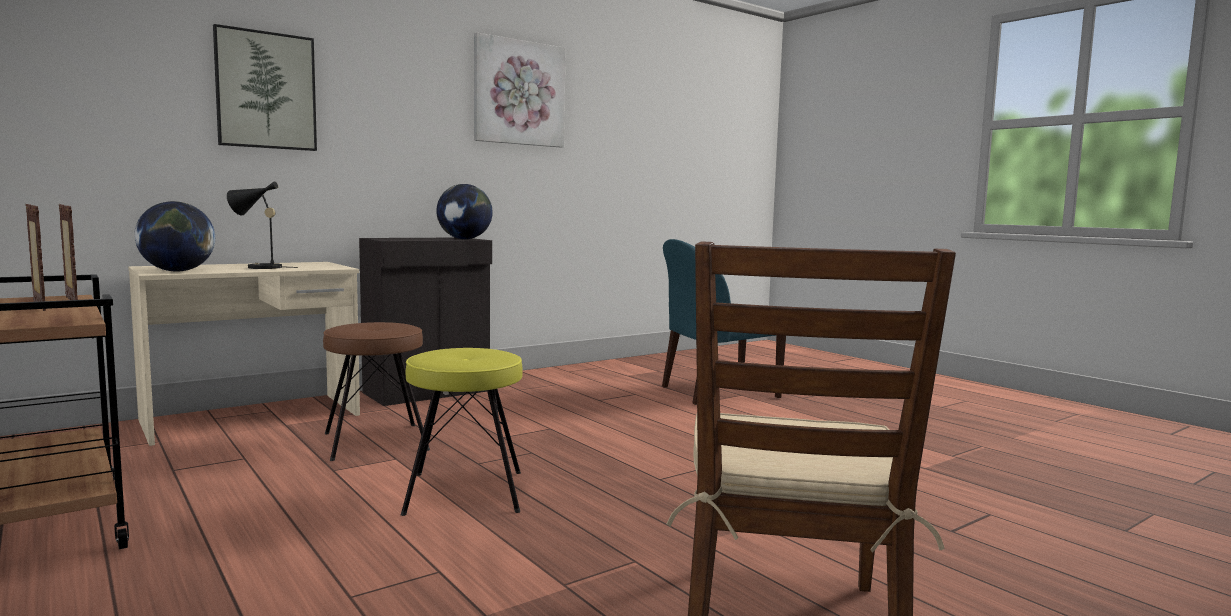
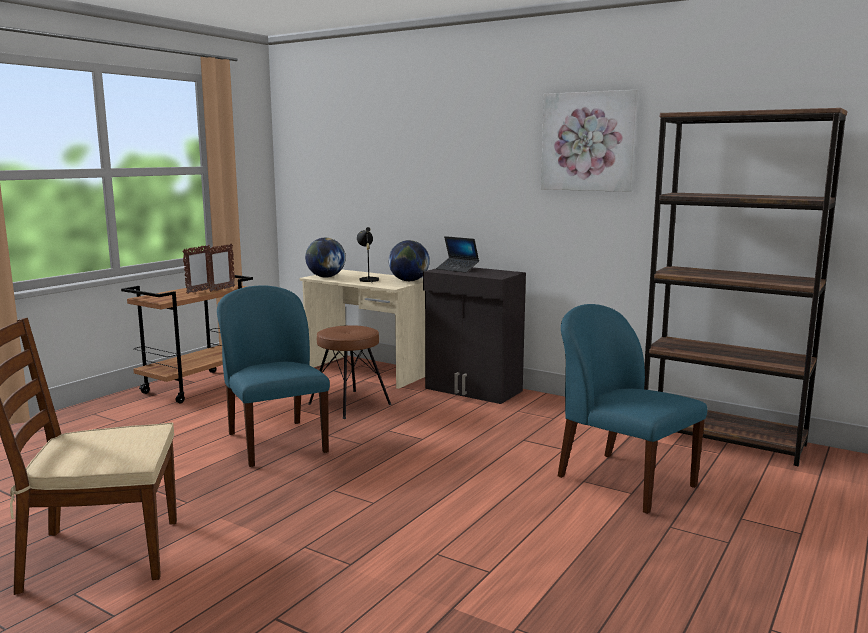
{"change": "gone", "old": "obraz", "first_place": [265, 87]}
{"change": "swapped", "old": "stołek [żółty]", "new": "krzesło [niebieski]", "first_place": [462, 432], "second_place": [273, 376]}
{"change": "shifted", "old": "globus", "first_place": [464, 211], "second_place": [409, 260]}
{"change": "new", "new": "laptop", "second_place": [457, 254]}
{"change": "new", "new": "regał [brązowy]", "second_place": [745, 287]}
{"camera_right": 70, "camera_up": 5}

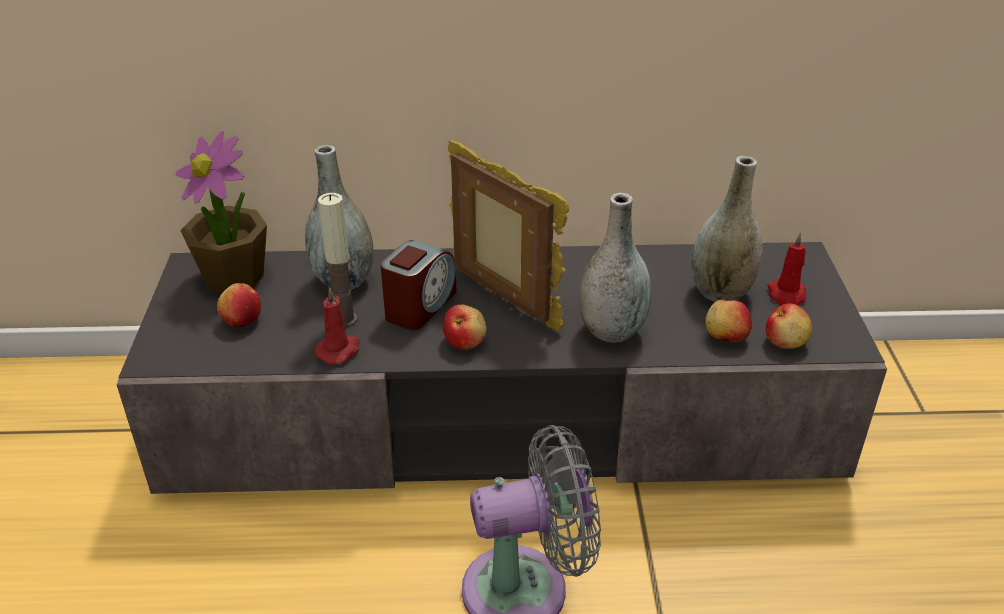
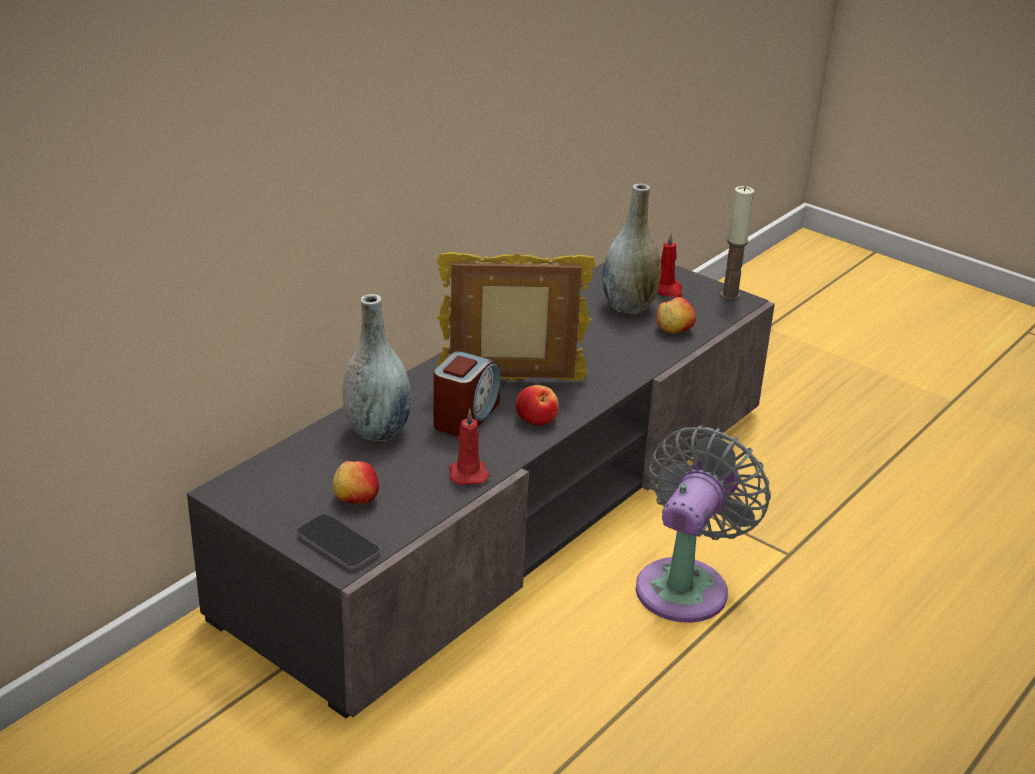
{"change": "gone", "old": "roślina doniczkowa", "first_place": [221, 212]}
{"change": "shifted", "old": "świeca", "first_place": [337, 260], "second_place": [737, 243]}
{"change": "rotated", "old": "budzik", "first_place": [418, 285], "second_place": [467, 394], "degrees": 45}
{"change": "gone", "old": "wazon [szary]", "first_place": [615, 268]}
{"change": "gone", "old": "jabłko", "first_place": [789, 326]}
{"change": "new", "new": "telefon", "second_place": [338, 542]}
{"camera_right": -50, "camera_up": -5}

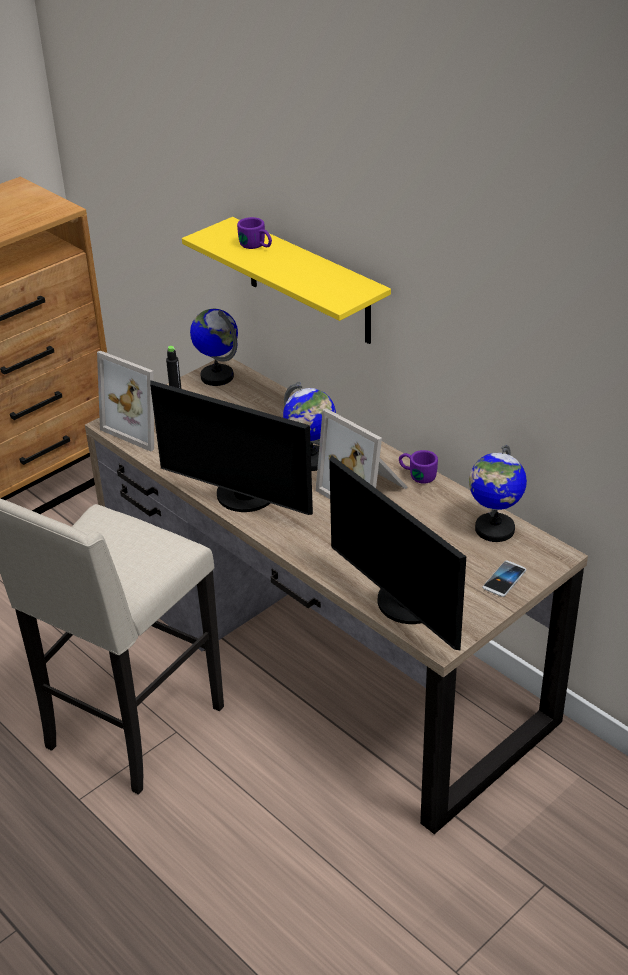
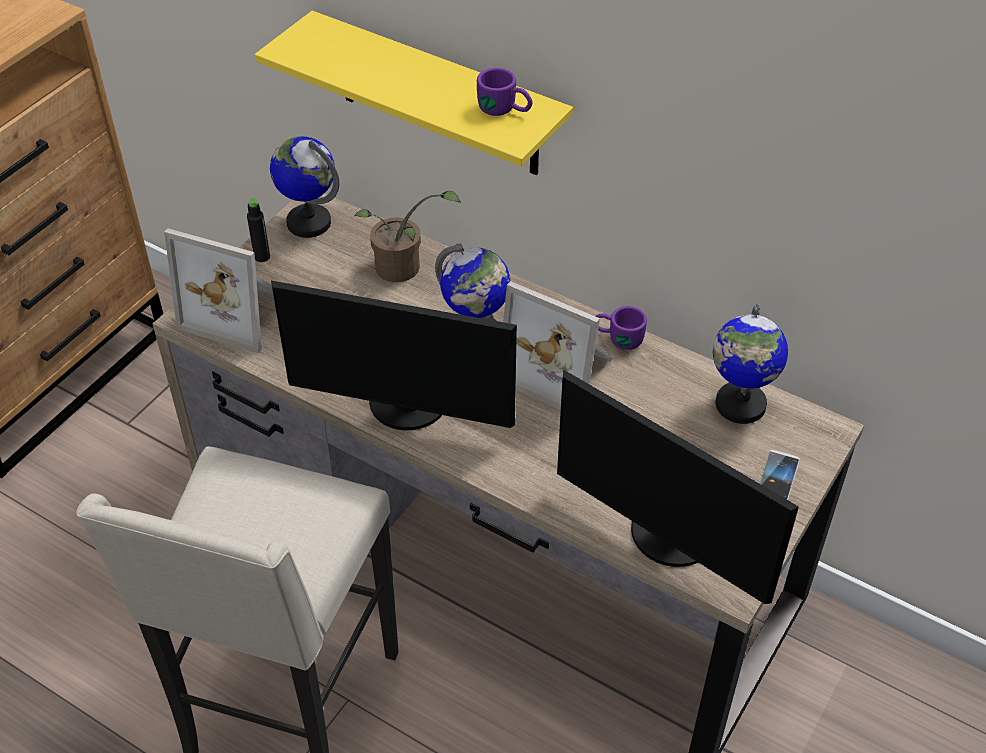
{"change": "shifted", "old": "kubek [fioletowy]", "first_place": [254, 233], "second_place": [505, 92]}
{"change": "new", "new": "roślina doniczkowa", "second_place": [407, 236]}
{"camera_right": -15, "camera_up": 10}

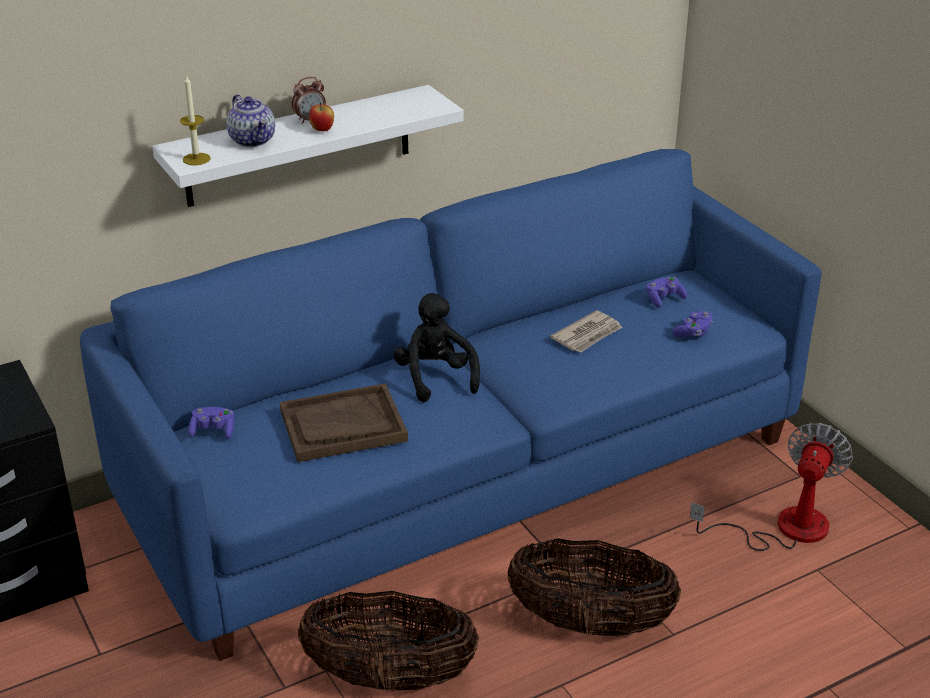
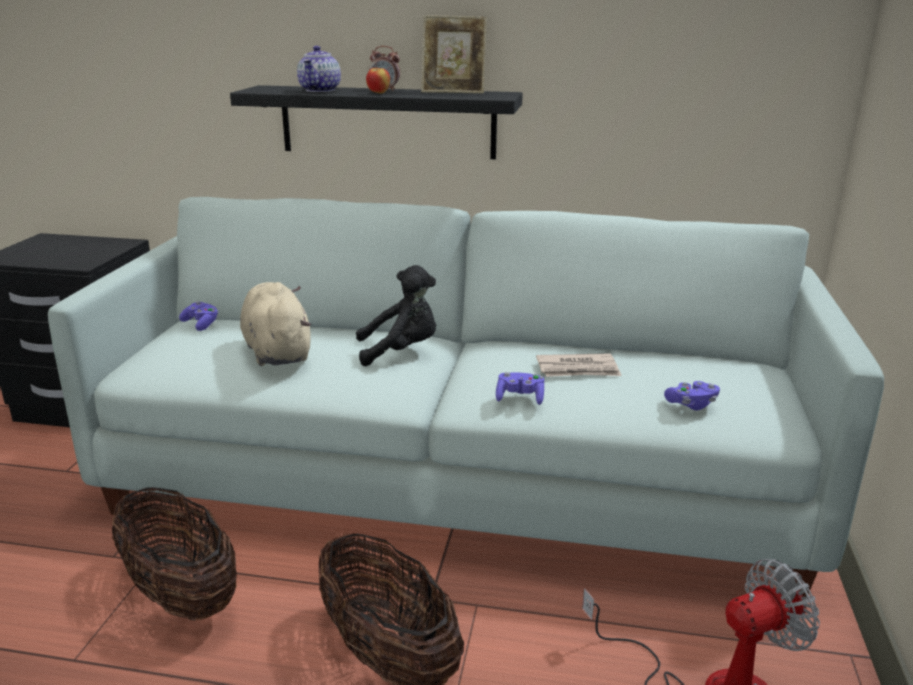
{"change": "repainted", "old": "kanapa [niebieski]", "new": "kanapa [biały]", "first_place": [451, 405], "second_place": [466, 397]}
{"change": "repainted", "old": "półka [biały]", "new": "półka [czarny]", "first_place": [307, 146], "second_place": [376, 122]}
{"change": "gone", "old": "świeca", "first_place": [195, 119]}
{"change": "swapped", "old": "taca [brązowy]", "new": "pluszak [beżowy]", "first_place": [344, 422], "second_place": [275, 324]}
{"change": "rotated", "old": "pluszak [czarny]", "first_place": [436, 347], "second_place": [396, 315], "degrees": 60}
{"change": "shifted", "old": "pad do gier [fioletowy]", "first_place": [667, 292], "second_place": [520, 388]}
{"change": "new", "new": "ramka na zdjęcie", "second_place": [454, 54]}
{"camera_right": 40, "camera_up": -10}

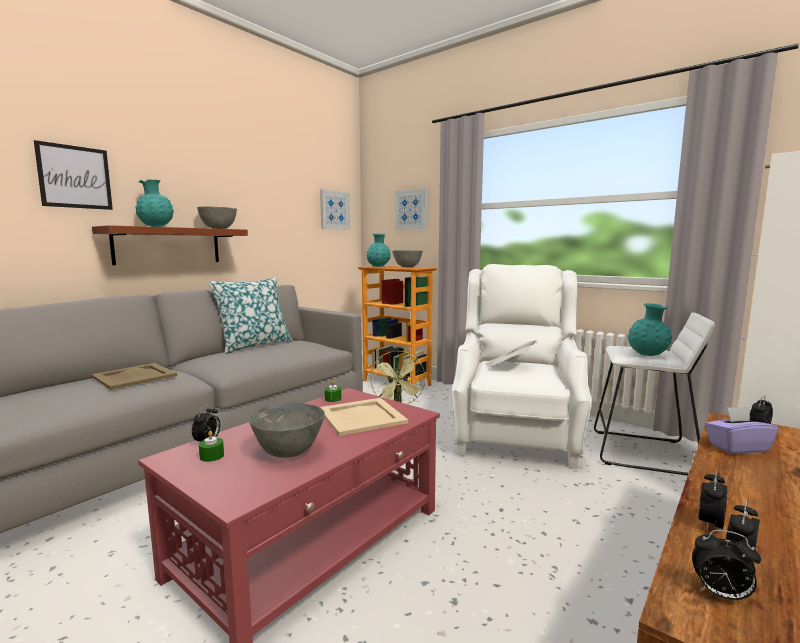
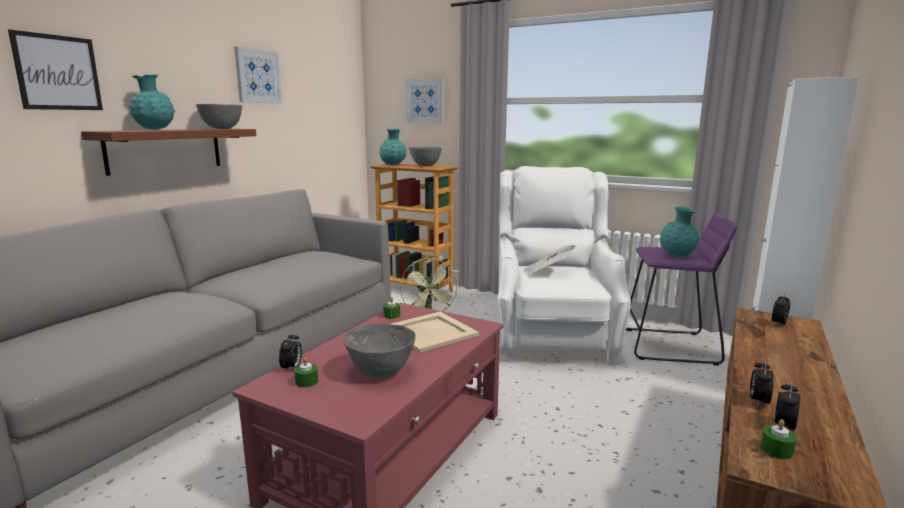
{"change": "gone", "old": "taca [beżowy]", "first_place": [134, 376]}
{"change": "gone", "old": "poduszka", "first_place": [250, 315]}
{"change": "shifted", "old": "obraz", "first_place": [335, 209], "second_place": [258, 74]}
{"change": "repainted", "old": "stołek [biały]", "new": "stołek [fioletowy]", "first_place": [654, 394], "second_place": [681, 289]}
{"change": "swapped", "old": "budzik", "new": "świeca [zielony]", "first_place": [726, 566], "second_place": [778, 439]}
{"change": "gone", "old": "pudełko chusteczek [fioletowy]", "first_place": [742, 430]}
{"camera_right": -10, "camera_up": 5}

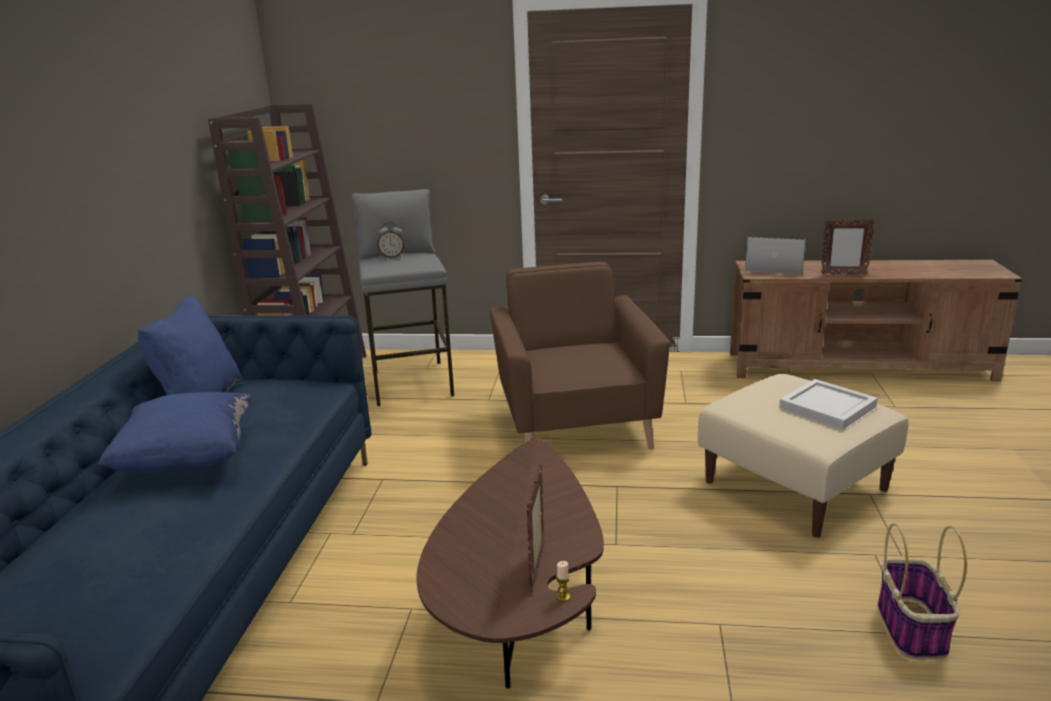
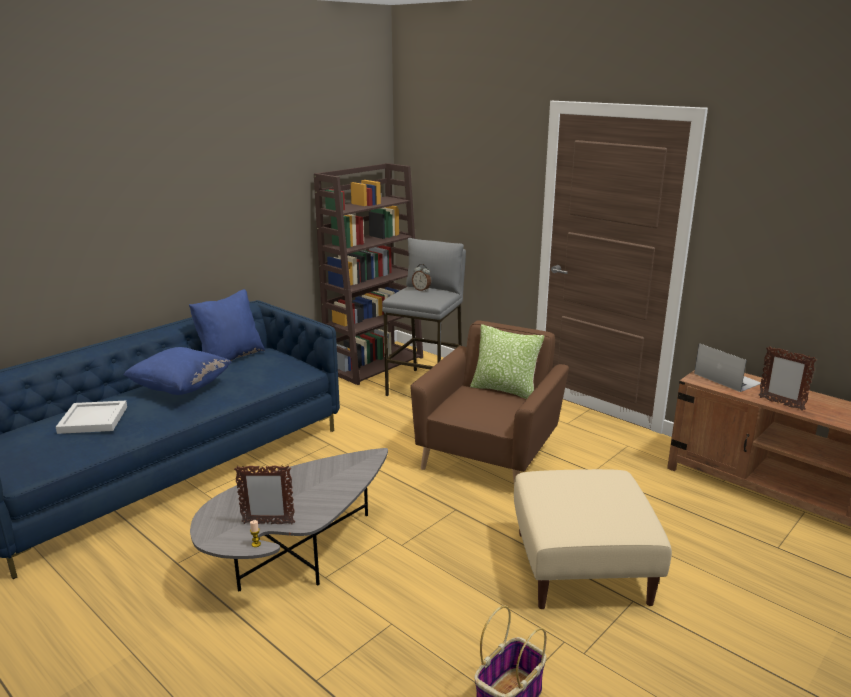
{"change": "repainted", "old": "ława [brązowy]", "new": "ława [szary]", "first_place": [510, 563], "second_place": [289, 519]}
{"change": "rotated", "old": "ramka na zdjęcie", "first_place": [535, 528], "second_place": [264, 494], "degrees": -135}
{"change": "shifted", "old": "taca [biały]", "first_place": [828, 404], "second_place": [91, 417]}
{"change": "new", "new": "poduszka", "second_place": [507, 361]}
{"camera_right": 35, "camera_up": 0}

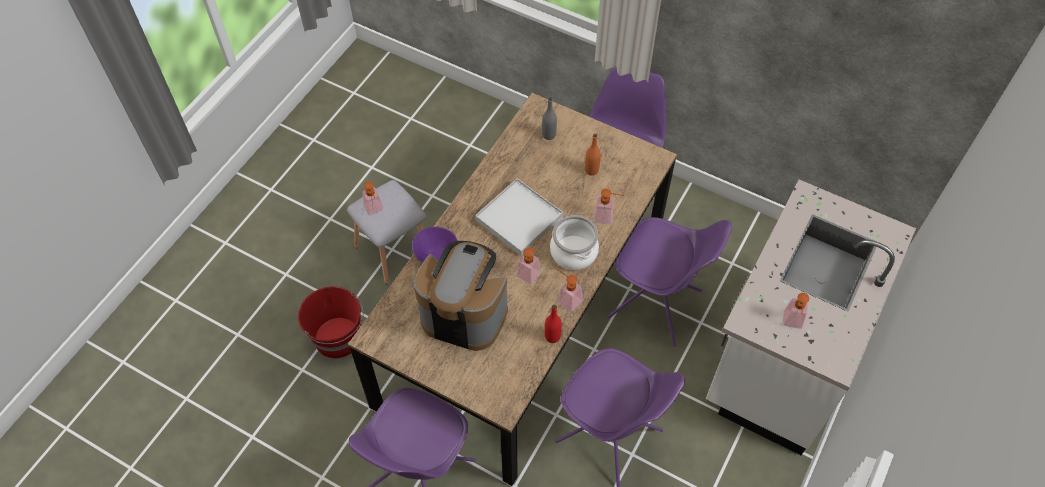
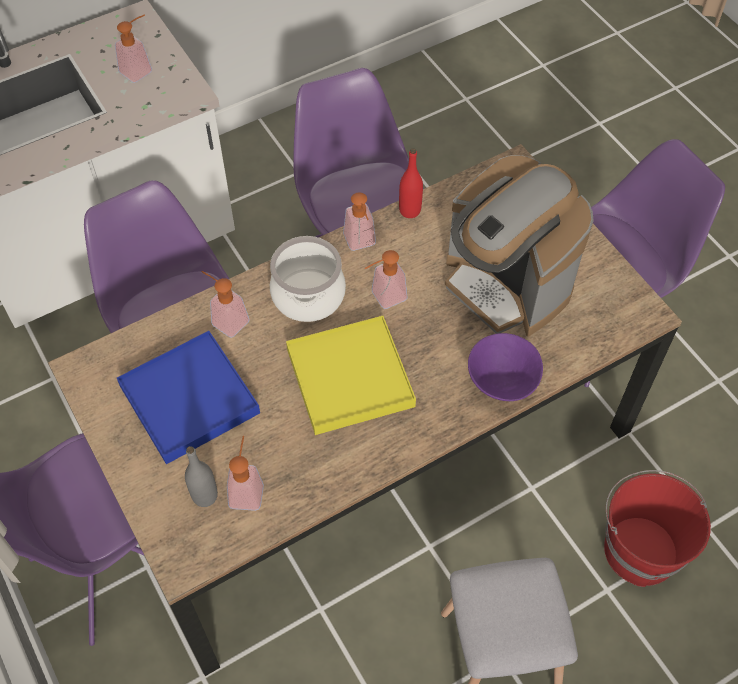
{"change": "shifted", "old": "dozownik mydła", "first_place": [373, 198], "second_place": [245, 473]}
{"change": "repainted", "old": "taca [biały]", "new": "taca [żółty]", "first_place": [519, 217], "second_place": [351, 375]}
{"change": "swapped", "old": "butelka [pomarańczowy]", "new": "taca [niebieski]", "first_place": [593, 155], "second_place": [188, 397]}
{"camera_right": -150, "camera_up": 0}

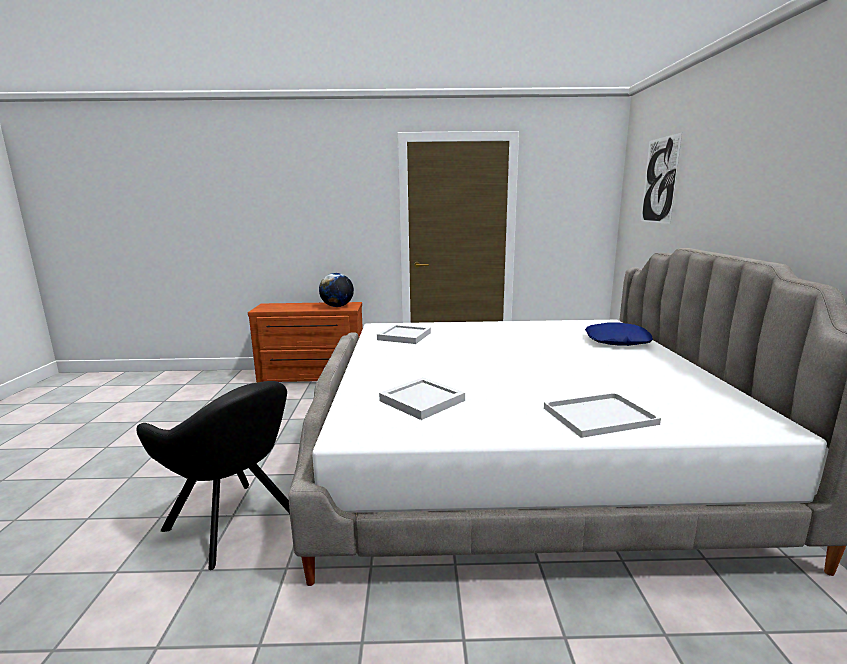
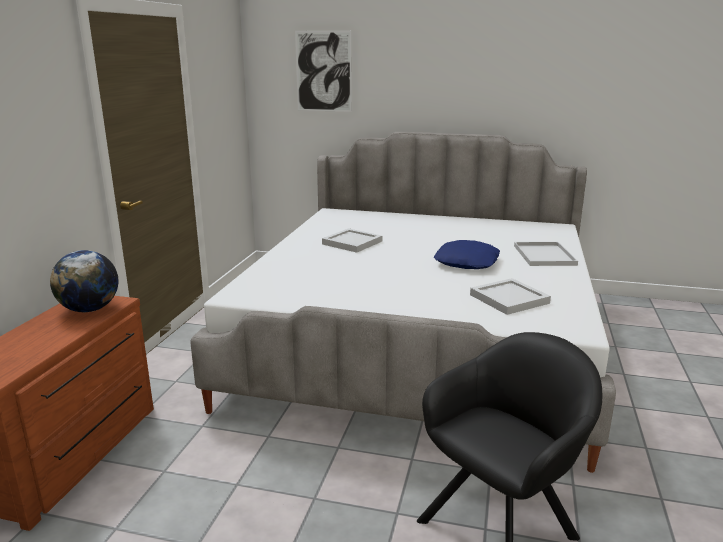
{"change": "shifted", "old": "taca [biały]", "first_place": [404, 334], "second_place": [352, 240]}
{"change": "shifted", "old": "poduszka [niebieski]", "first_place": [619, 334], "second_place": [467, 254]}
{"camera_right": -75, "camera_up": 5}

